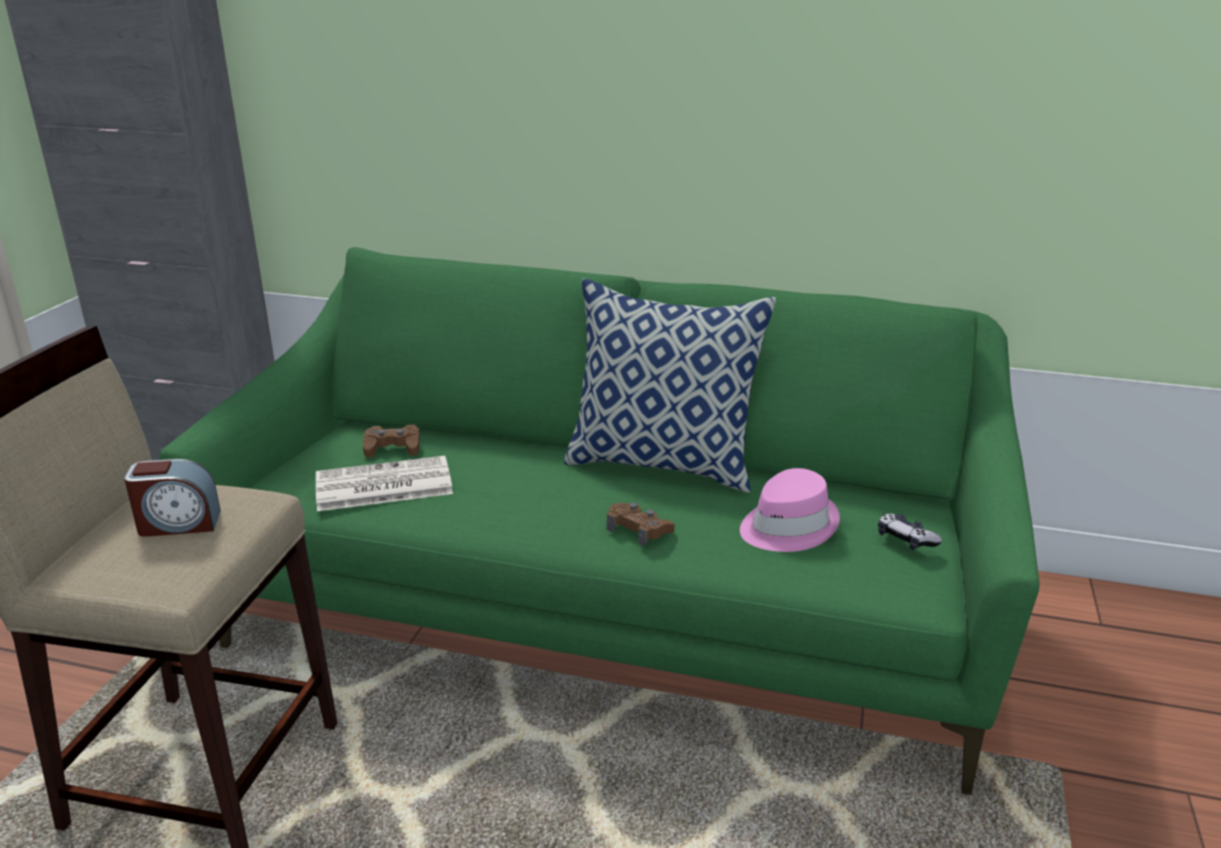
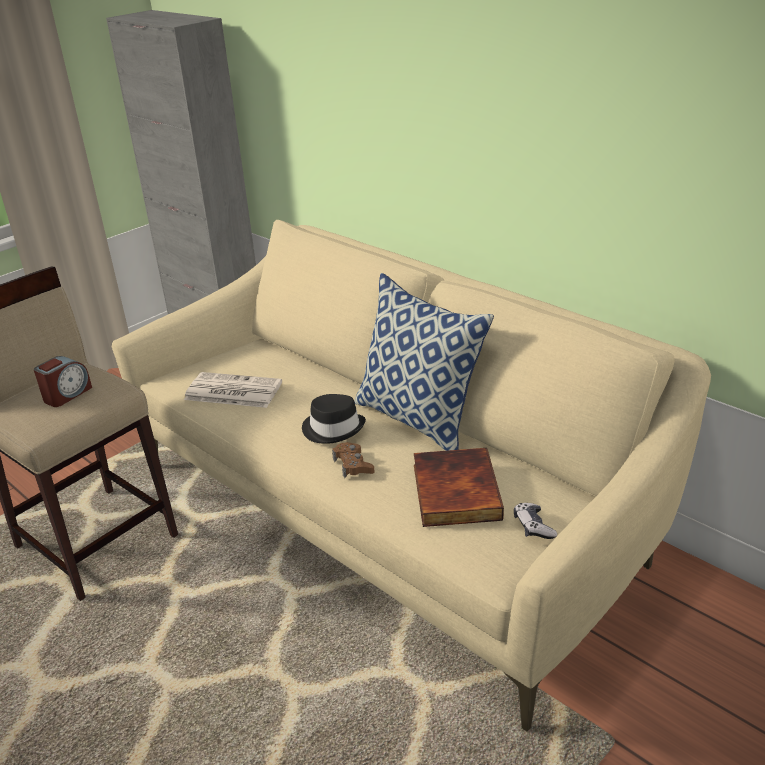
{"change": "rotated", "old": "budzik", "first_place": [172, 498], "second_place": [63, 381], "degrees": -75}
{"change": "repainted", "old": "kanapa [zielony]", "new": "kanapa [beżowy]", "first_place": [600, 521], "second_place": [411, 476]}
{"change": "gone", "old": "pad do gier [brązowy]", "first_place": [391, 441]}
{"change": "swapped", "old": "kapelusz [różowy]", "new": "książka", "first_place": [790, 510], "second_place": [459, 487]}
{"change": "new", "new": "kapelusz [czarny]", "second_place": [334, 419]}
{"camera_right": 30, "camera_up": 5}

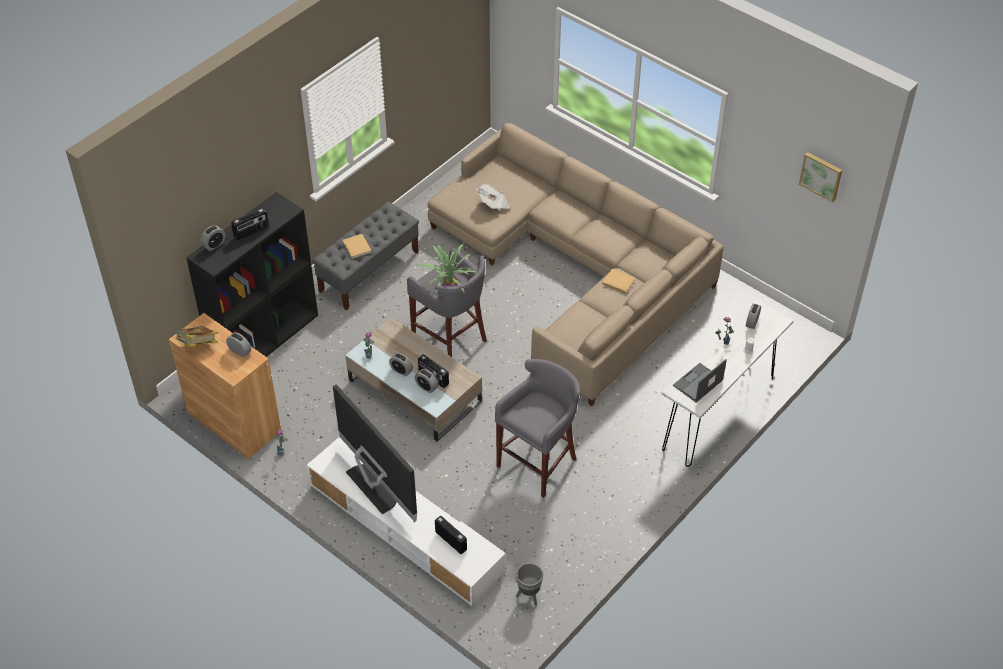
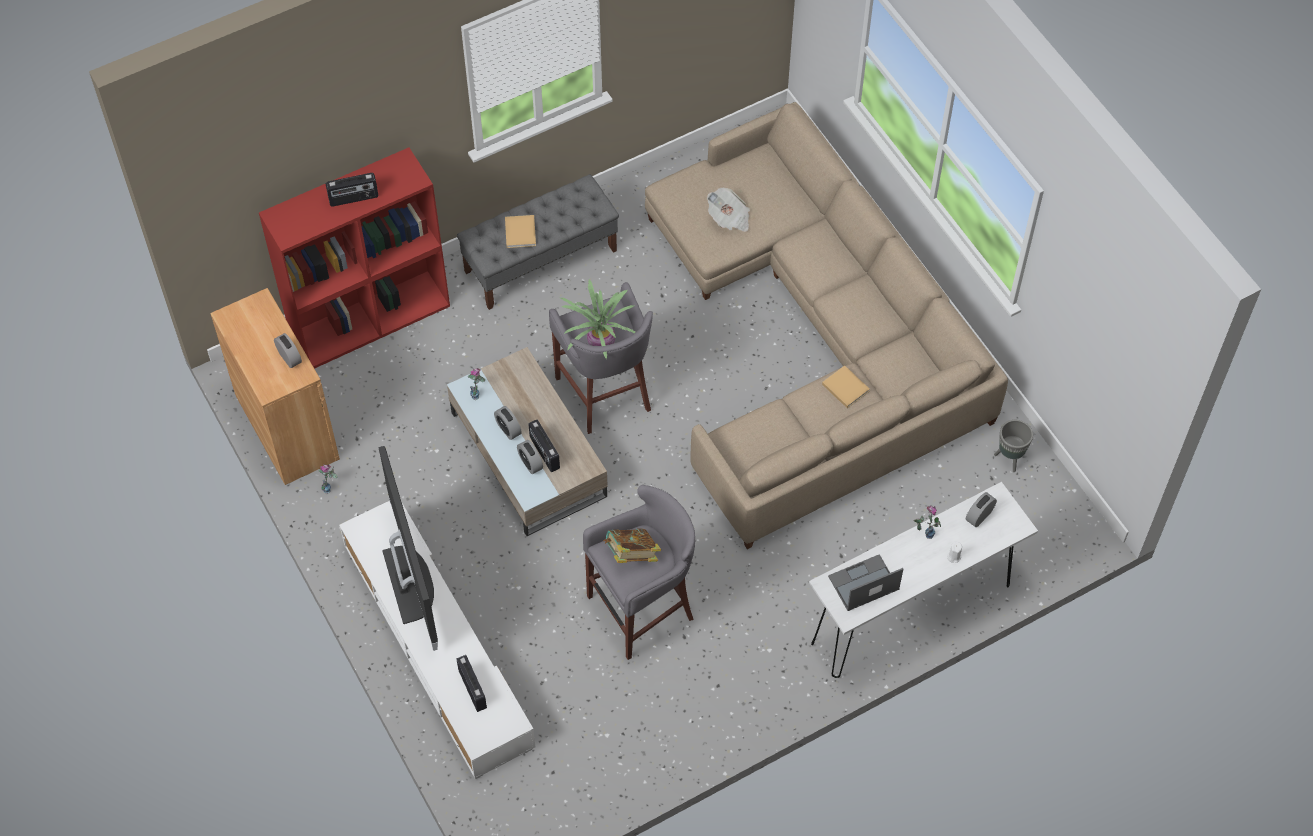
{"change": "shifted", "old": "książka", "first_place": [196, 336], "second_place": [632, 545]}
{"change": "repainted", "old": "regał [czarny]", "new": "regał [czerwony]", "first_place": [252, 274], "second_place": [354, 258]}
{"change": "gone", "old": "budzik", "first_place": [213, 238]}
{"change": "shifted", "old": "donica [szary]", "first_place": [529, 584], "second_place": [1013, 446]}
{"change": "gone", "old": "obraz", "first_place": [820, 177]}
{"camera_right": 20, "camera_up": 10}

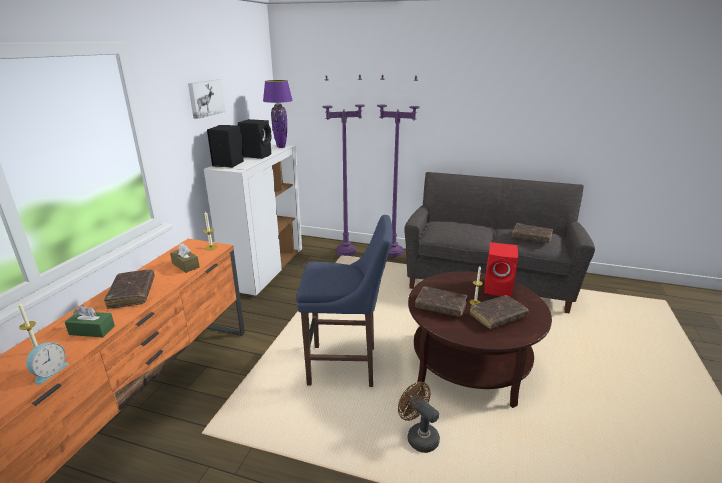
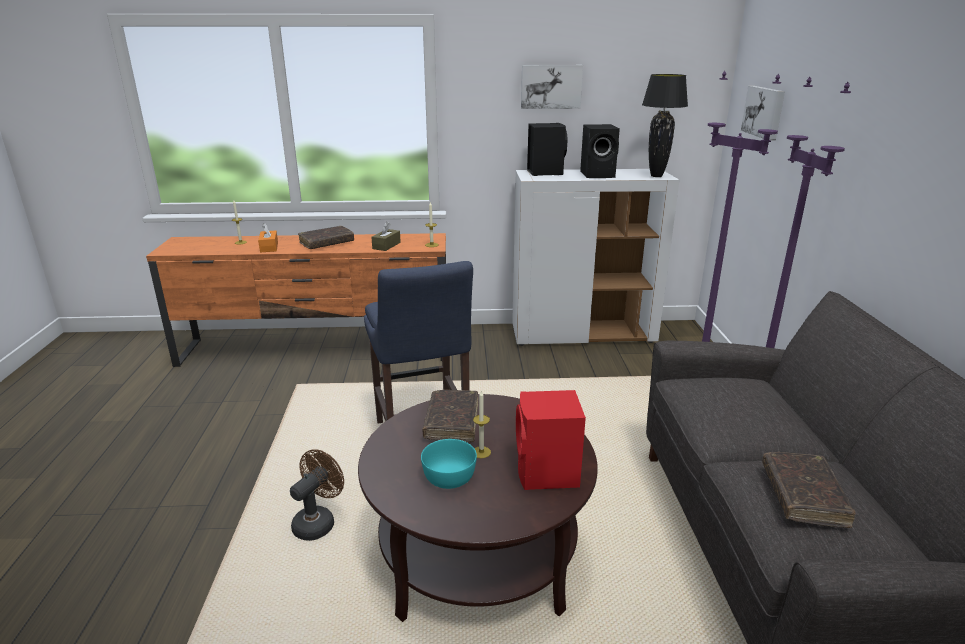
{"change": "gone", "old": "budzik", "first_place": [47, 363]}
{"change": "repainted", "old": "pudełko chusteczek [zielony]", "new": "pudełko chusteczek [pomarańczowy]", "first_place": [90, 321], "second_place": [268, 238]}
{"change": "repainted", "old": "lampa stołowa [fioletowy]", "new": "lampa stołowa [czarny]", "first_place": [278, 114], "second_place": [665, 125]}
{"change": "swapped", "old": "książka [brązowy]", "new": "miska [turkusowy]", "first_place": [499, 312], "second_place": [449, 464]}
{"change": "new", "new": "obraz", "second_place": [763, 113]}
{"camera_right": 70, "camera_up": 0}

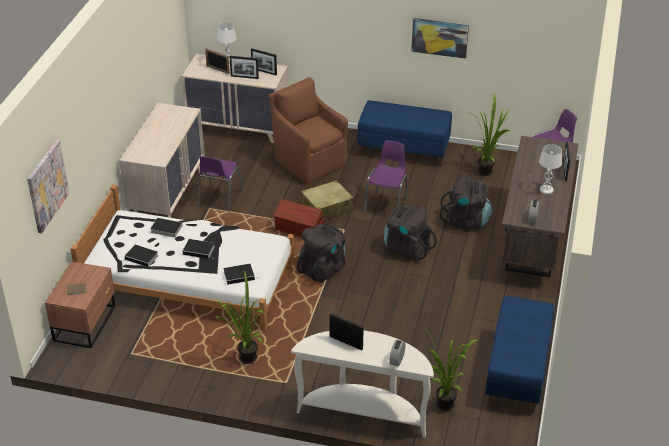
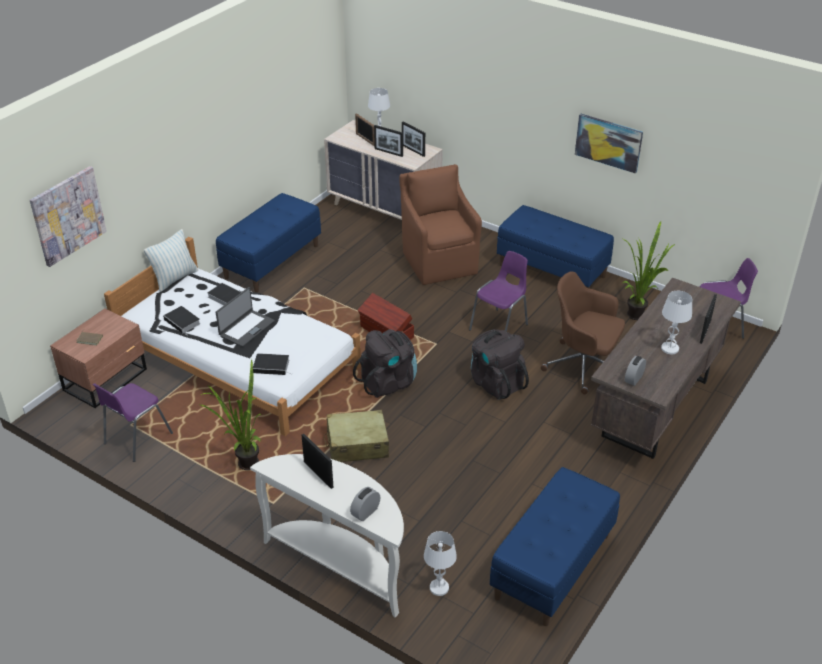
{"change": "swapped", "old": "komoda [beżowy]", "new": "ławka [niebieski]", "first_place": [162, 160], "second_place": [268, 242]}
{"change": "swapped", "old": "książka", "new": "laptop", "first_place": [199, 249], "second_place": [245, 317]}
{"change": "shifted", "old": "krzesło [fioletowy]", "first_place": [221, 184], "second_place": [133, 422]}
{"change": "shifted", "old": "walizka [beżowy]", "first_place": [327, 200], "second_place": [356, 436]}
{"change": "swapped", "old": "roślina doniczkowa", "new": "lampa stołowa [biały]", "first_place": [451, 369], "second_place": [440, 563]}
{"change": "swapped", "old": "plecak [czarny]", "new": "krzesło biurowe [brązowy]", "first_place": [466, 202], "second_place": [583, 332]}
{"change": "new", "new": "poduszka", "second_place": [171, 260]}
{"camera_right": 20, "camera_up": 0}

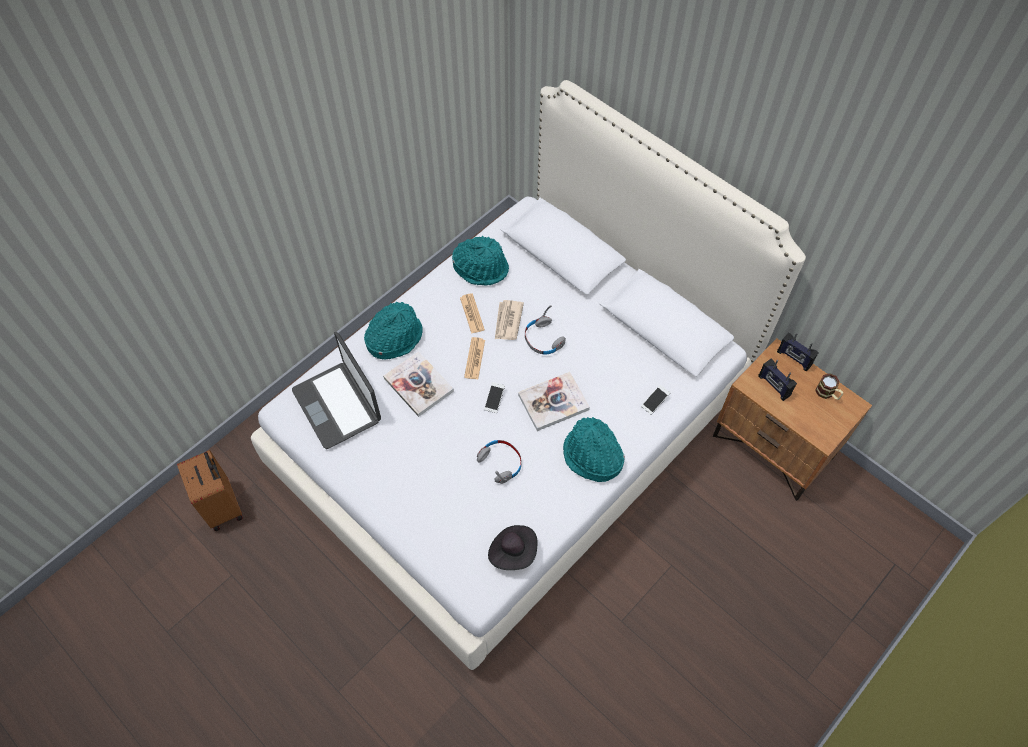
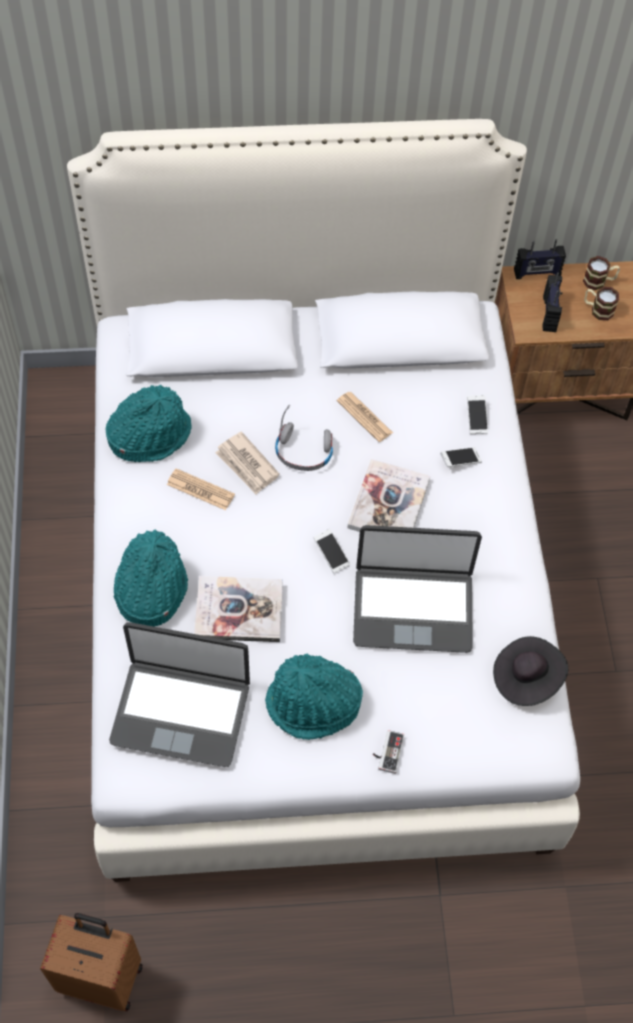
{"change": "shifted", "old": "gazeta", "first_place": [474, 358], "second_place": [365, 417]}
{"change": "swapped", "old": "słuchawki [szary]", "new": "laptop", "first_place": [499, 462], "second_place": [417, 589]}
{"change": "shifted", "old": "kapelusz [turkusowy]", "first_place": [594, 449], "second_place": [314, 696]}
{"change": "rotated", "old": "radio", "first_place": [777, 380], "second_place": [552, 302], "degrees": -90}
{"change": "new", "new": "pad do gier", "second_place": [389, 752]}
{"change": "new", "new": "telefon", "second_place": [461, 457]}
{"change": "new", "new": "kubek", "second_place": [601, 304]}
{"camera_right": -50, "camera_up": 0}

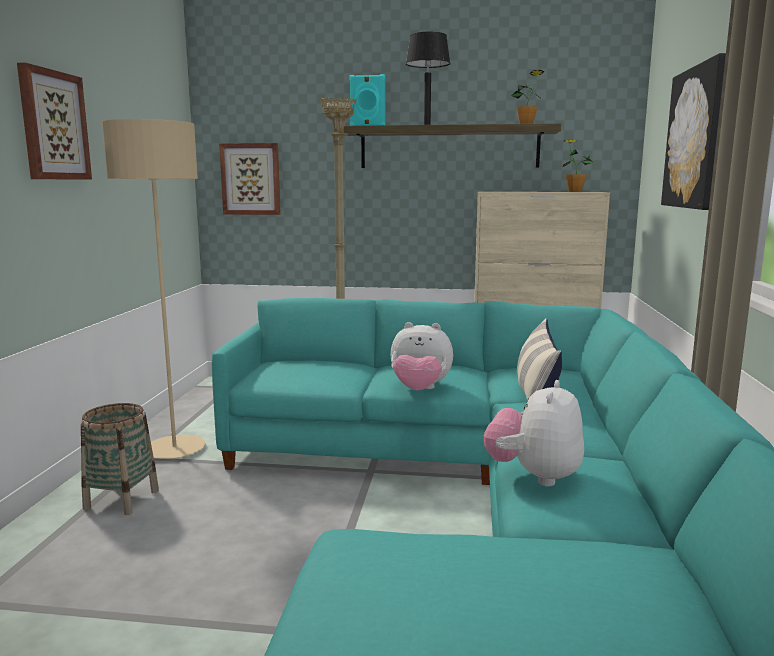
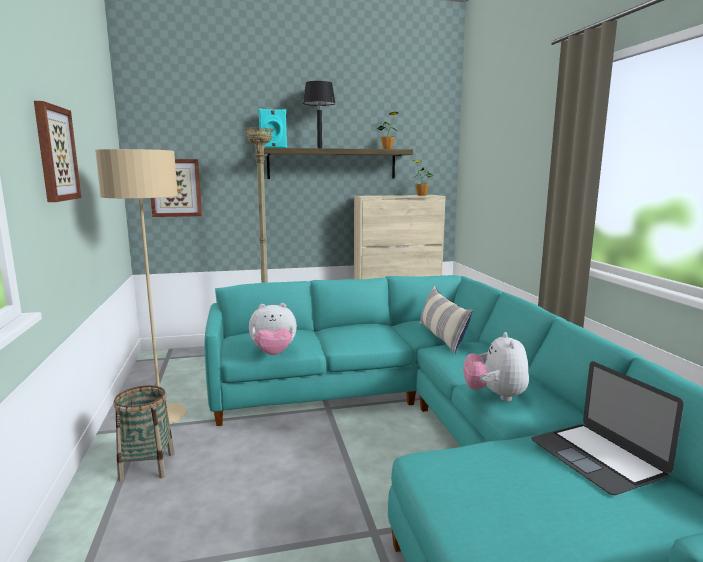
{"change": "shifted", "old": "pluszak", "first_place": [421, 356], "second_place": [273, 329]}
{"change": "gone", "old": "obraz", "first_place": [693, 131]}
{"change": "new", "new": "laptop", "second_place": [608, 428]}
{"camera_right": -20, "camera_up": 0}

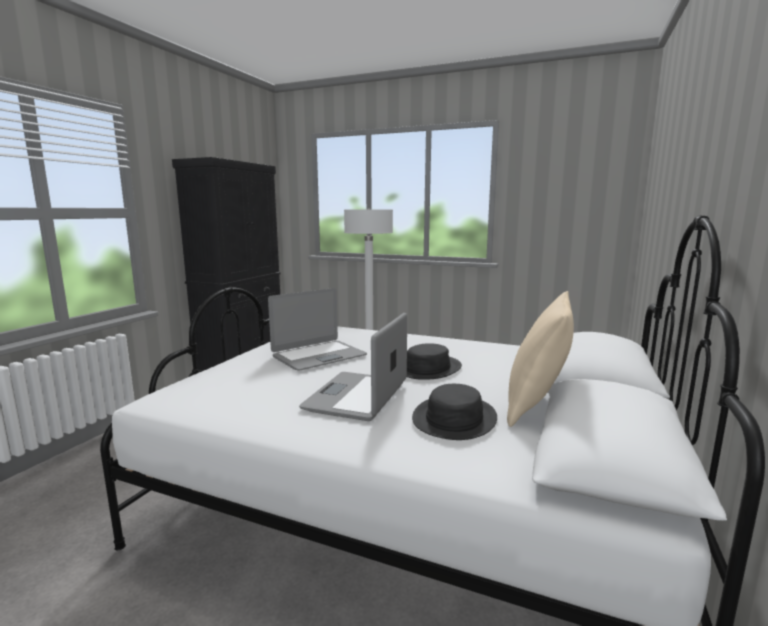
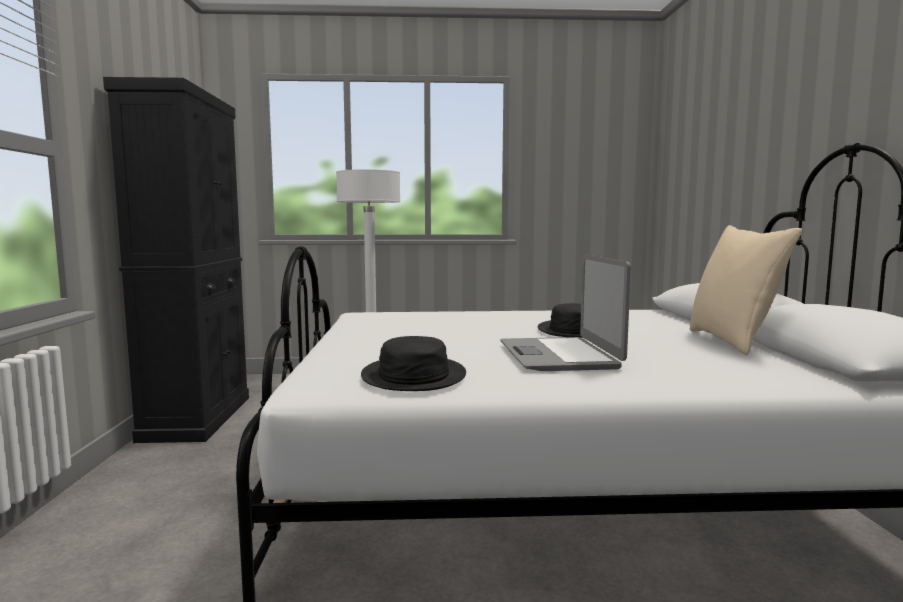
{"change": "gone", "old": "laptop", "first_place": [317, 329]}
{"change": "shifted", "old": "kapelusz [czarny]", "first_place": [454, 412], "second_place": [413, 363]}
{"camera_right": -25, "camera_up": -5}

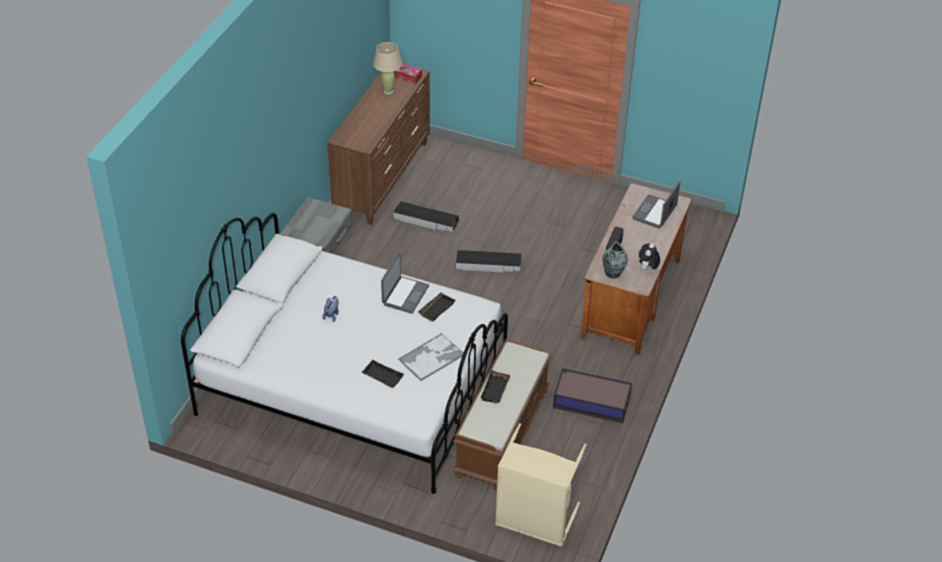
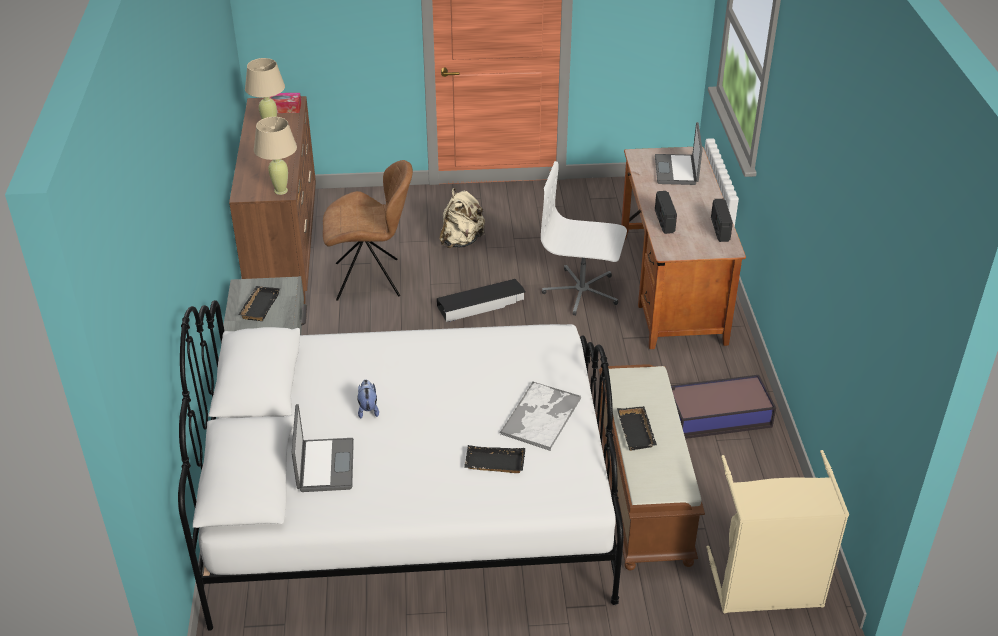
{"change": "shifted", "old": "laptop", "first_place": [405, 283], "second_place": [323, 448]}
{"change": "swapped", "old": "pojemnik do przechowywania [czarny]", "new": "krzesło [brązowy]", "first_place": [426, 217], "second_place": [368, 230]}
{"change": "shifted", "old": "taca [czarny]", "first_place": [436, 307], "second_place": [259, 303]}
{"change": "gone", "old": "wazon", "first_place": [615, 259]}
{"change": "swapped", "old": "pluszak", "new": "radio", "first_place": [649, 256], "second_place": [722, 220]}
{"change": "new", "new": "lampa stołowa [beżowy]", "second_place": [275, 156]}
{"change": "new", "new": "plecak [beżowy]", "second_place": [462, 218]}
{"change": "new", "new": "krzesło biurowe [biały]", "second_place": [584, 238]}
{"camera_right": -25, "camera_up": -5}

